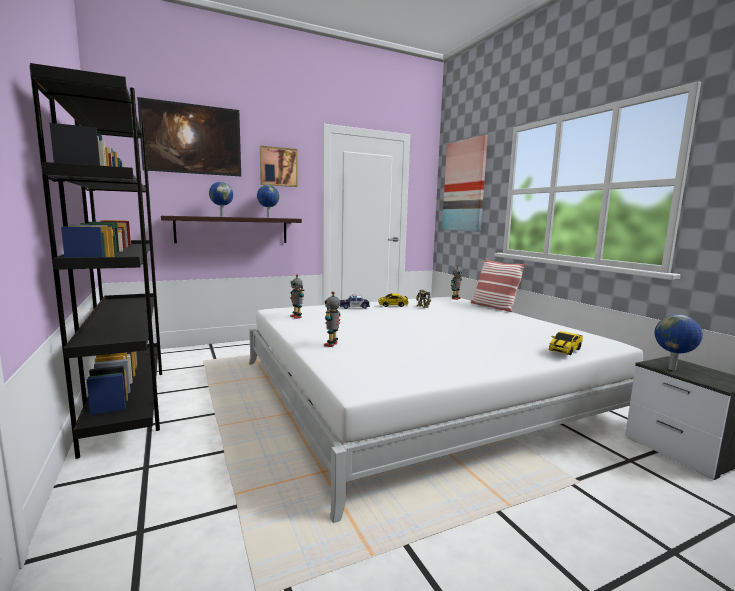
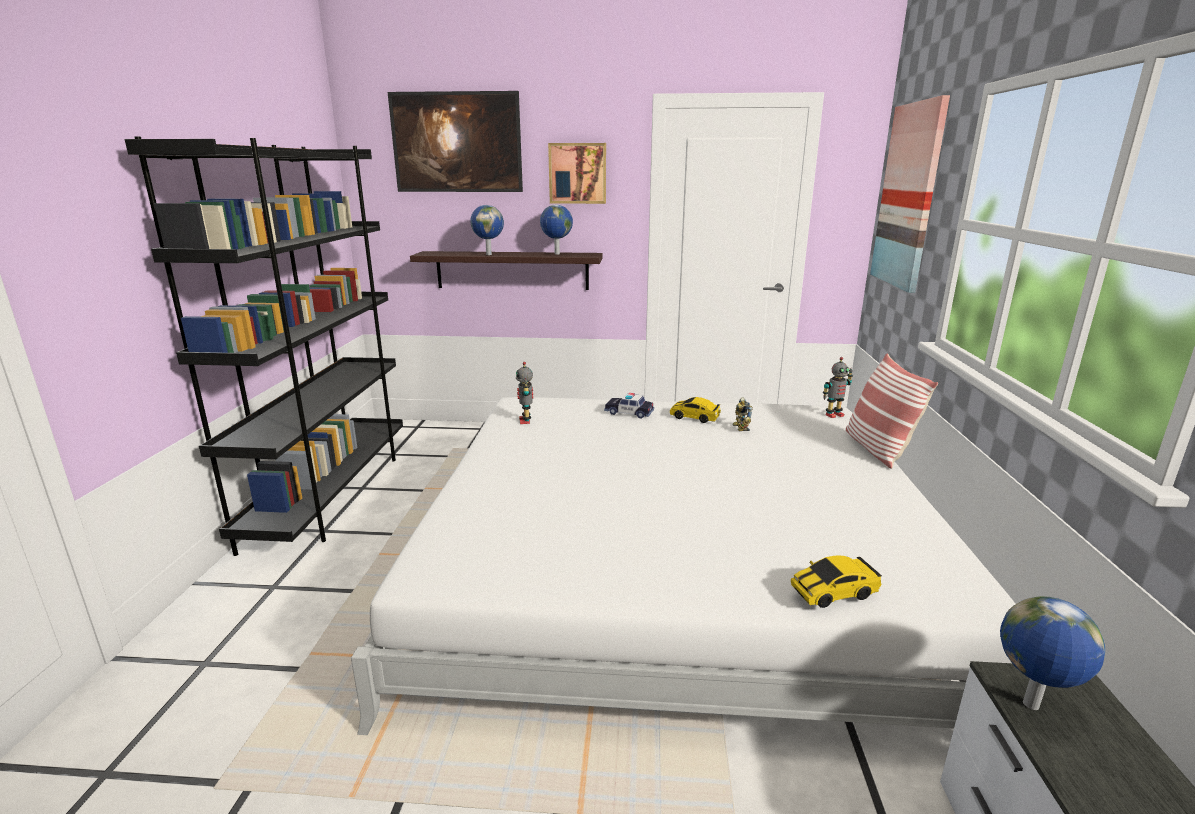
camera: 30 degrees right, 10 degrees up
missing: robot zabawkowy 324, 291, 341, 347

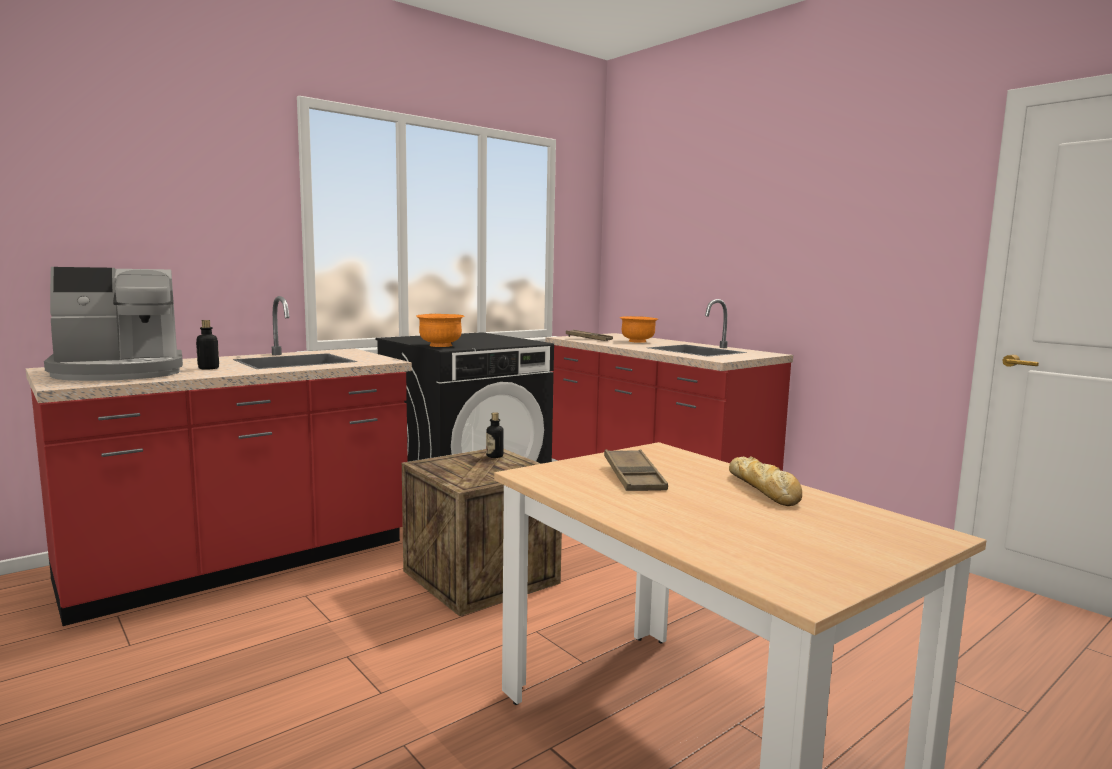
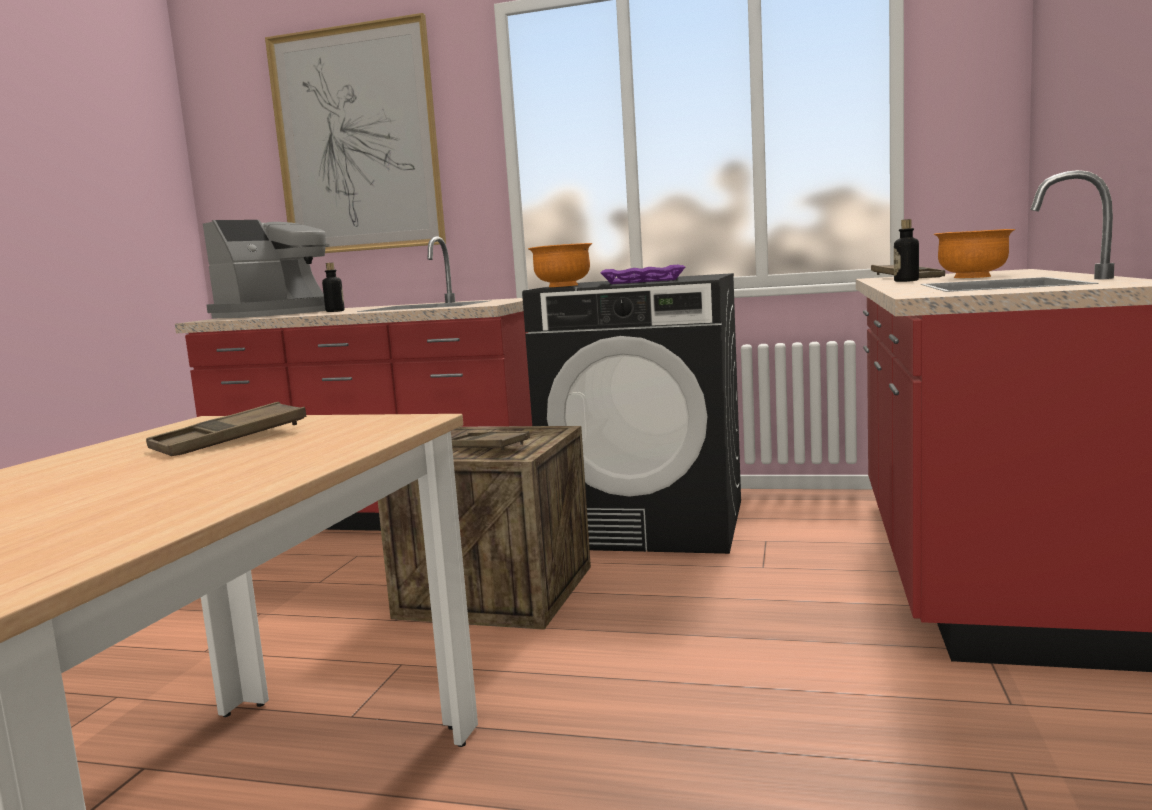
camera: 55 degrees right, 0 degrees up
missing: chleb 729, 457, 802, 506
appeared: obraz 265, 13, 446, 253; taca/brązowy 451, 431, 530, 450; taca/fioletowy 600, 265, 685, 284
relocated: butelka 486, 412, 504, 458 to 894, 219, 919, 282
spun: ekspres do kawy 44, 267, 183, 381 = 203, 220, 329, 318 75 degrees counterclockwise

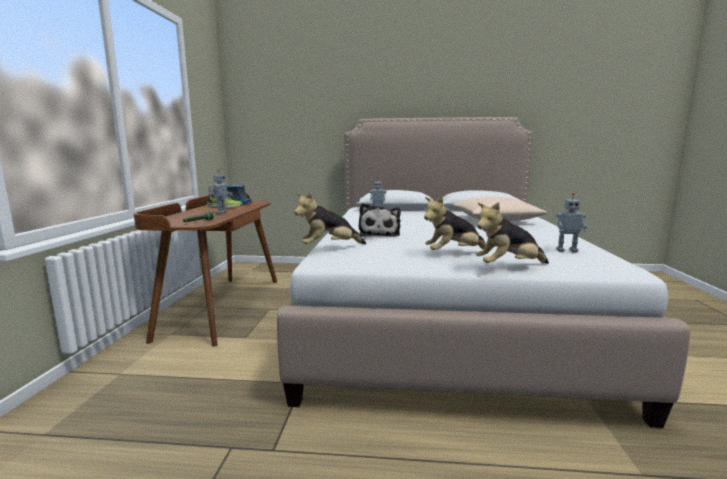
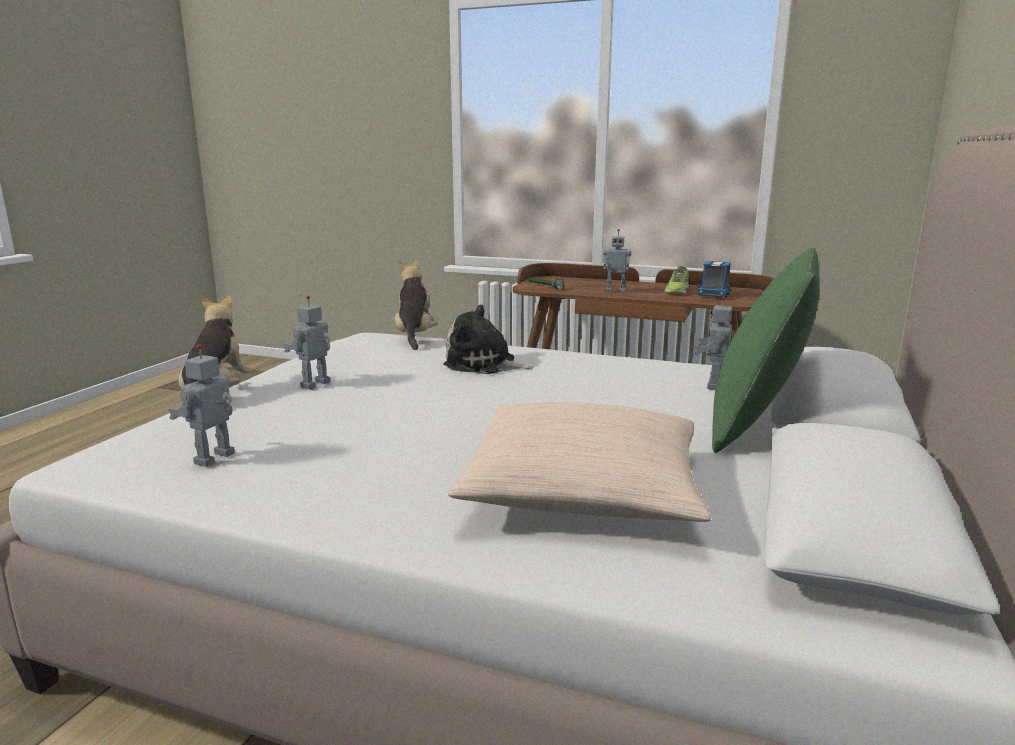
camera: 105 degrees right, 5 degrees up
appeared: poduszka/zielony 712, 248, 819, 453
exchanged: pluszak 424, 197, 486, 250 to robot zabawkowy 284, 296, 330, 389

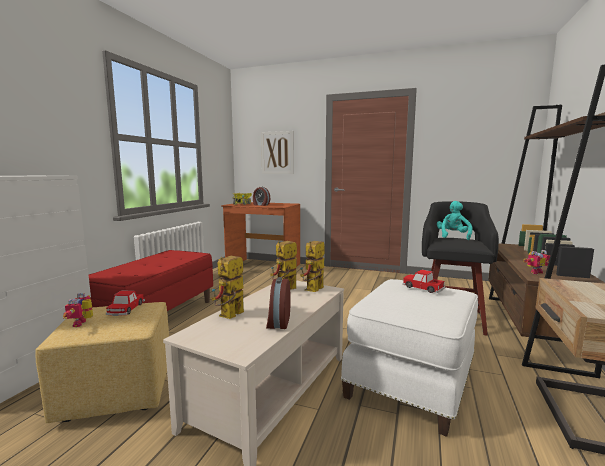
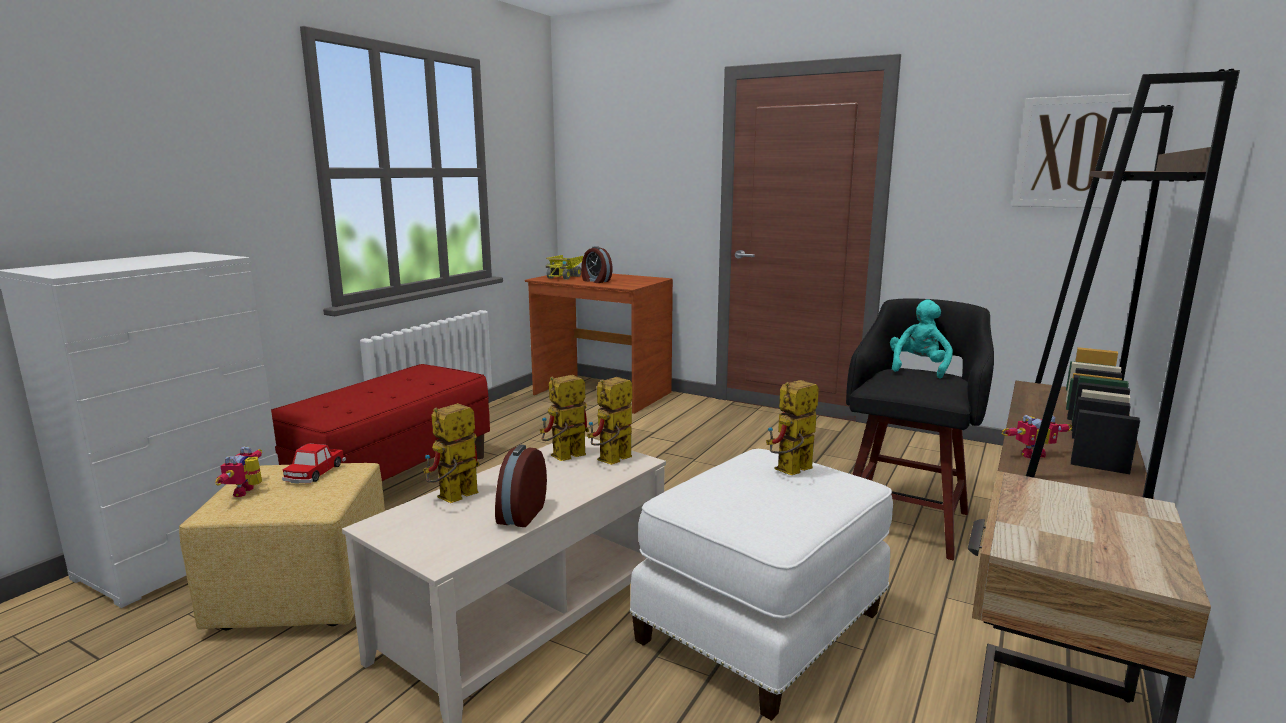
camera: 10 degrees right, 5 degrees up
relocated: obraz 261, 131, 294, 174 to 1012, 94, 1131, 208
exchanged: samochodzik 403, 270, 445, 293 to robot zabawkowy 766, 380, 819, 475

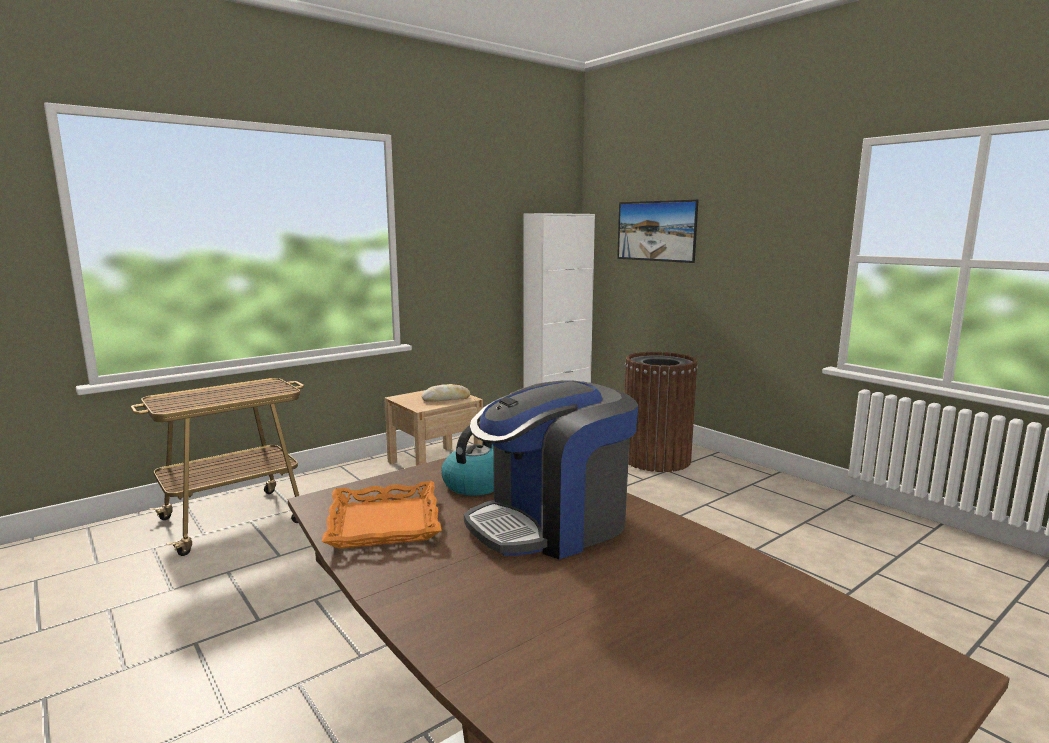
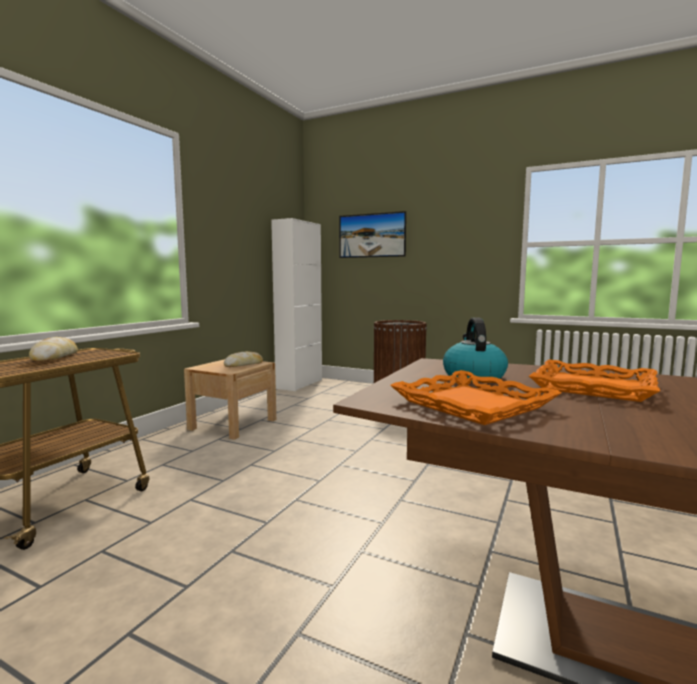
camera: 25 degrees left, 5 degrees down
appeared: chleb 29, 337, 78, 361
exchanged: ekspres do kawy 464, 380, 638, 559 to taca/pomarańczowy 529, 360, 660, 402

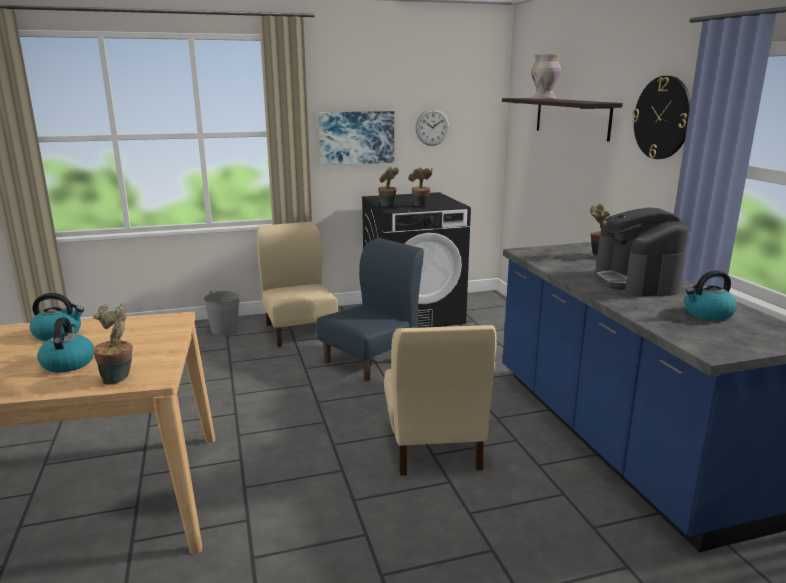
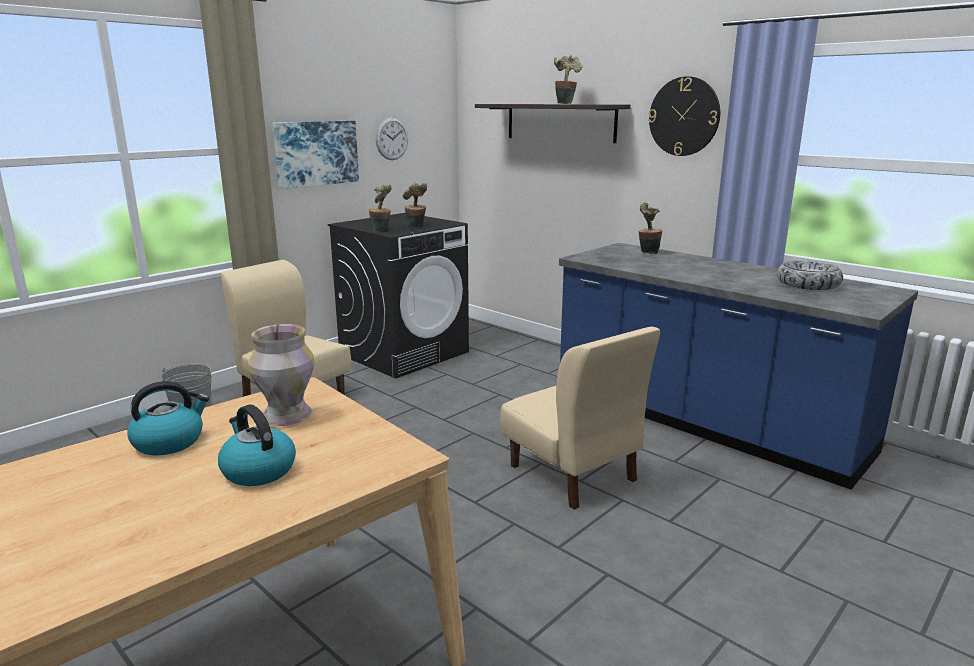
camera: 30 degrees left, 0 degrees up
missing: krzesło/niebieski 317, 238, 424, 381; ekspres do kawy 594, 208, 688, 297
relocated: roślina doniczkowa 93, 303, 133, 385 to 554, 55, 582, 104; wazon 531, 54, 561, 99 to 248, 324, 315, 426
exchanged: czajnik 684, 270, 737, 321 to miska 777, 260, 843, 290

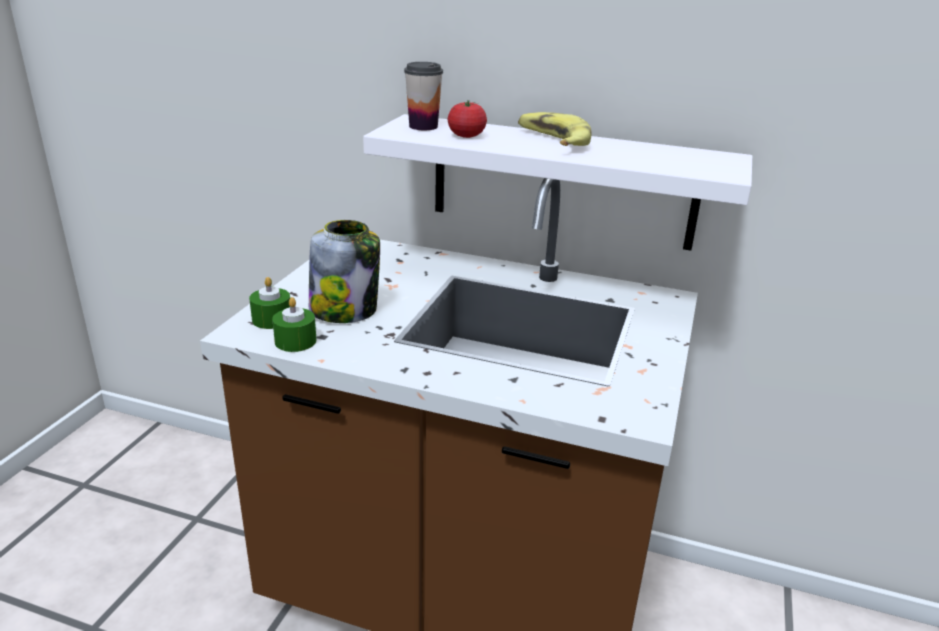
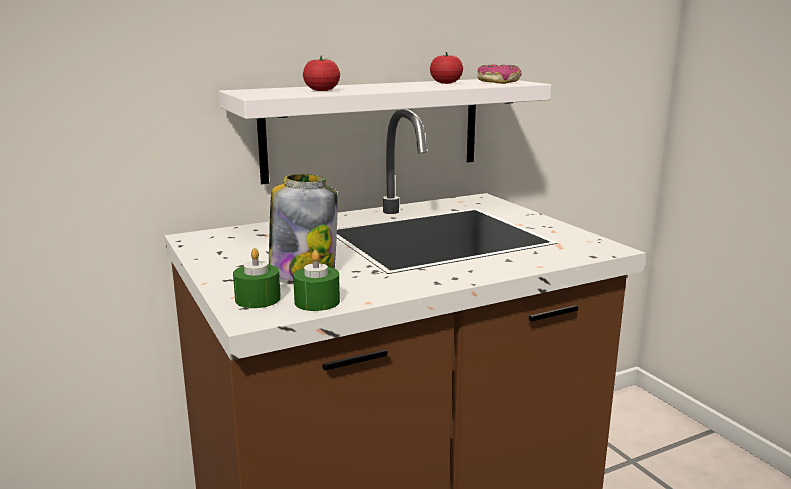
camera: 45 degrees left, 10 degrees down
missing: filiżanka 404, 62, 443, 130; banan 518, 112, 592, 146
appeared: pomidor 430, 52, 463, 84; donut 477, 65, 521, 84

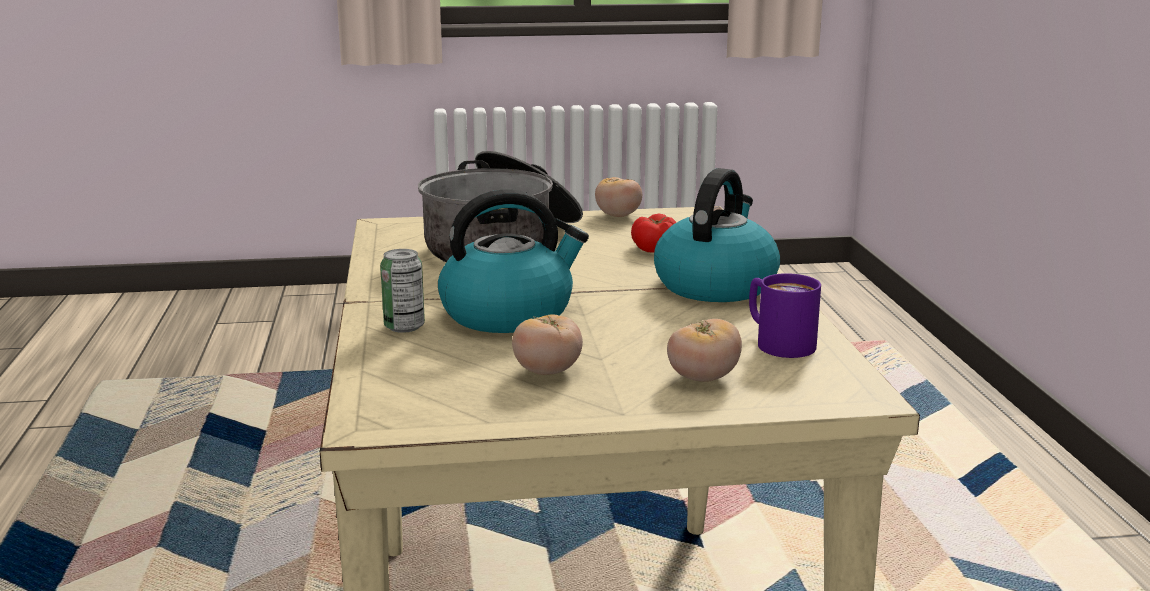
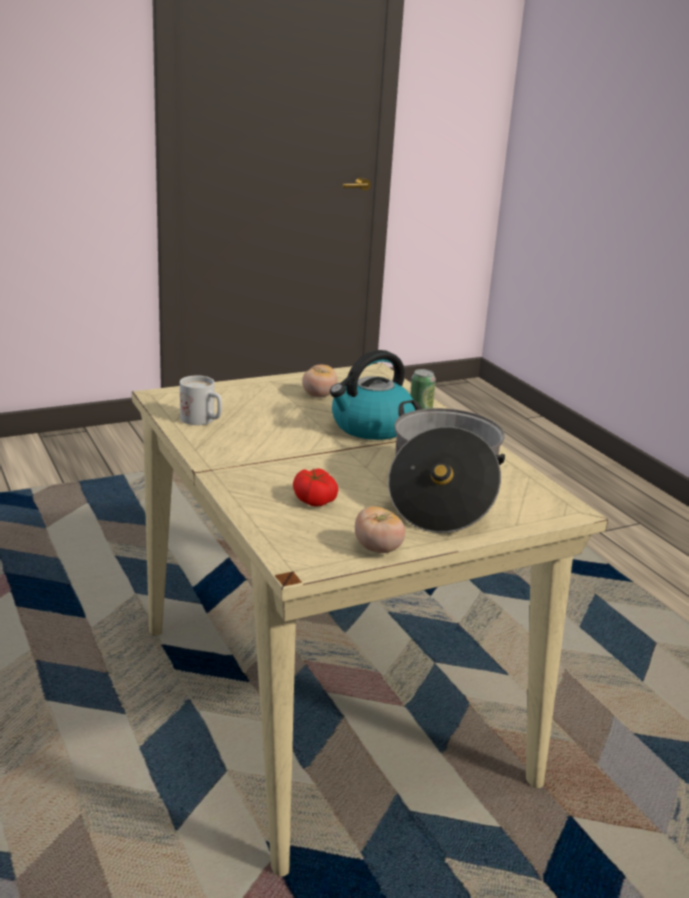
camera: 160 degrees right, 5 degrees up
missing: czajnik 654, 168, 780, 302; pomidor 667, 319, 742, 382
colour: kubek/fioletowy 749, 273, 821, 358 to kubek/biały 180, 376, 222, 425

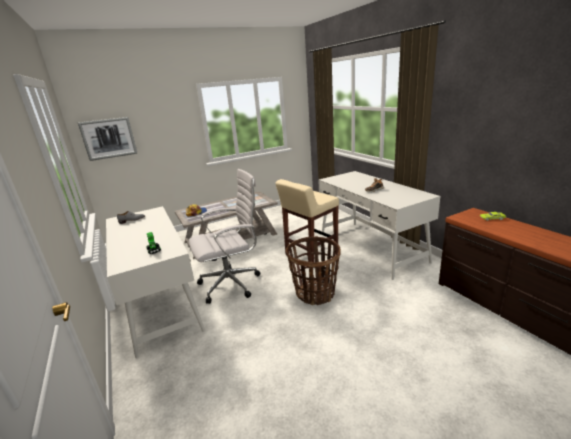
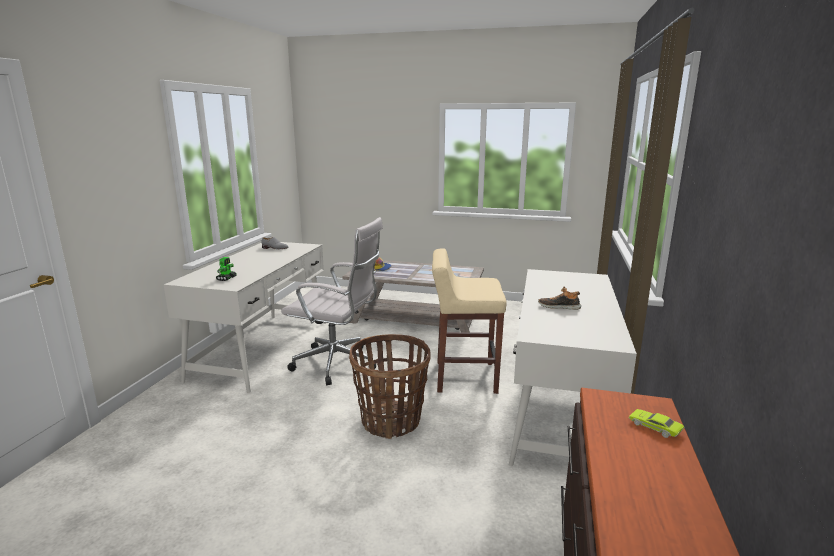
camera: 40 degrees right, 5 degrees down
missing: obraz 78, 117, 138, 161

